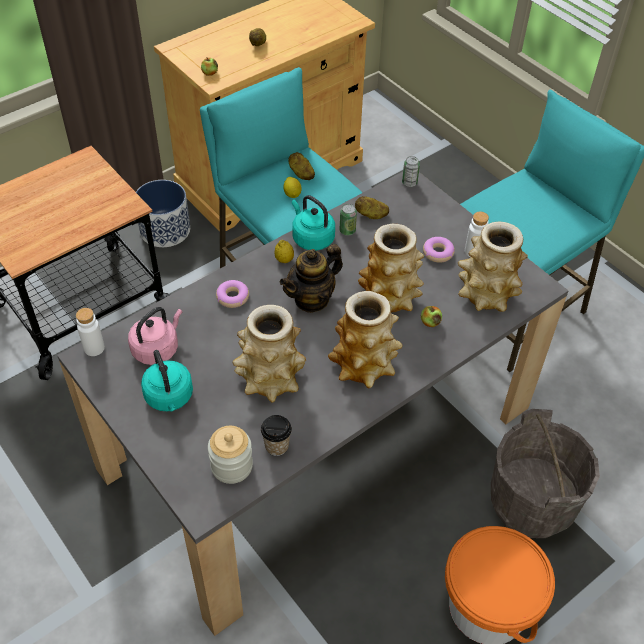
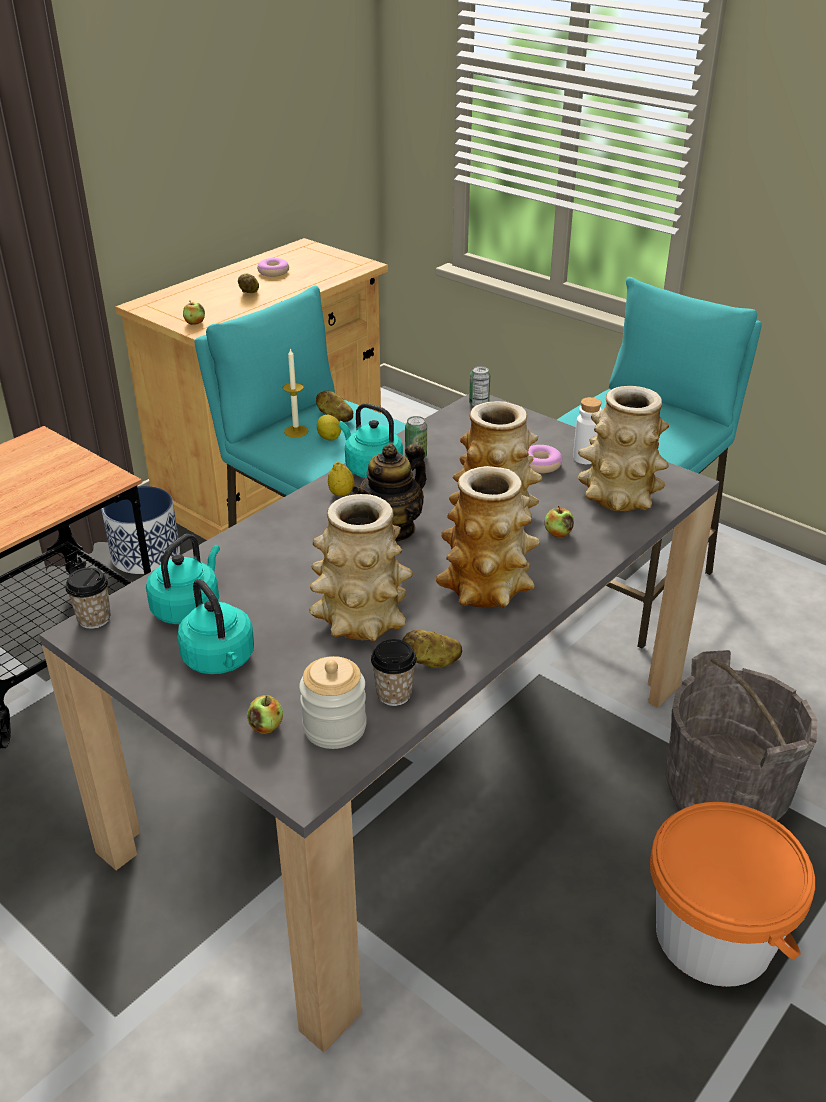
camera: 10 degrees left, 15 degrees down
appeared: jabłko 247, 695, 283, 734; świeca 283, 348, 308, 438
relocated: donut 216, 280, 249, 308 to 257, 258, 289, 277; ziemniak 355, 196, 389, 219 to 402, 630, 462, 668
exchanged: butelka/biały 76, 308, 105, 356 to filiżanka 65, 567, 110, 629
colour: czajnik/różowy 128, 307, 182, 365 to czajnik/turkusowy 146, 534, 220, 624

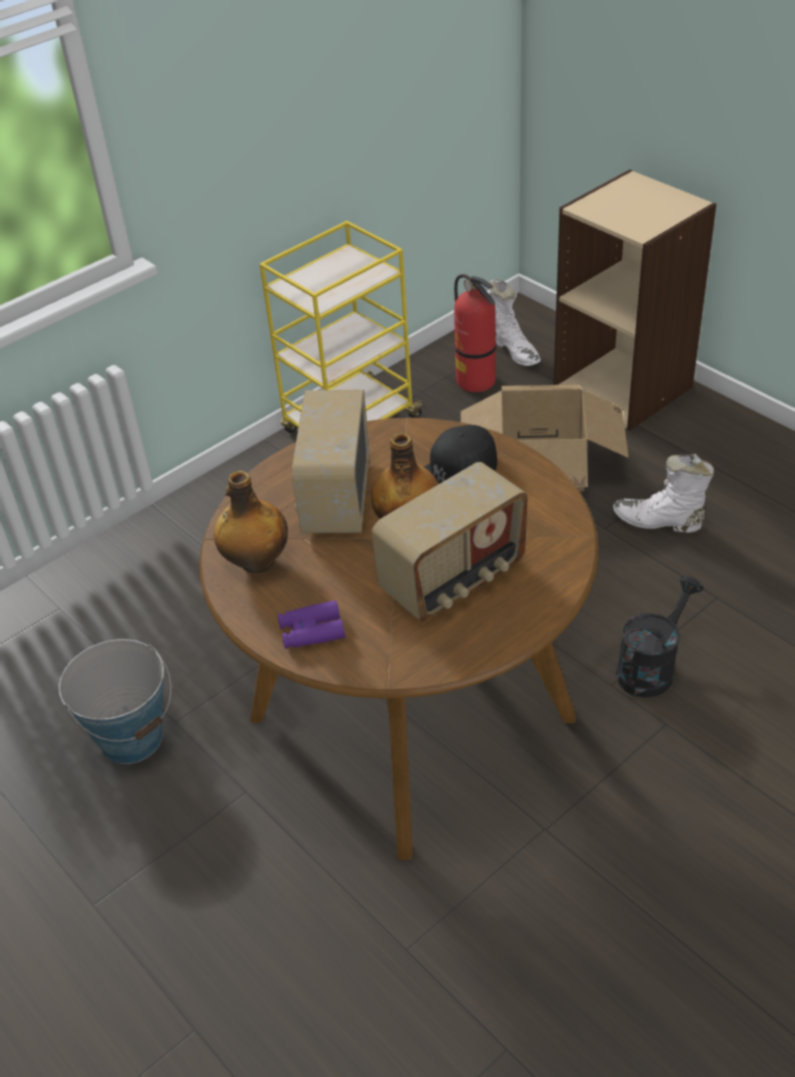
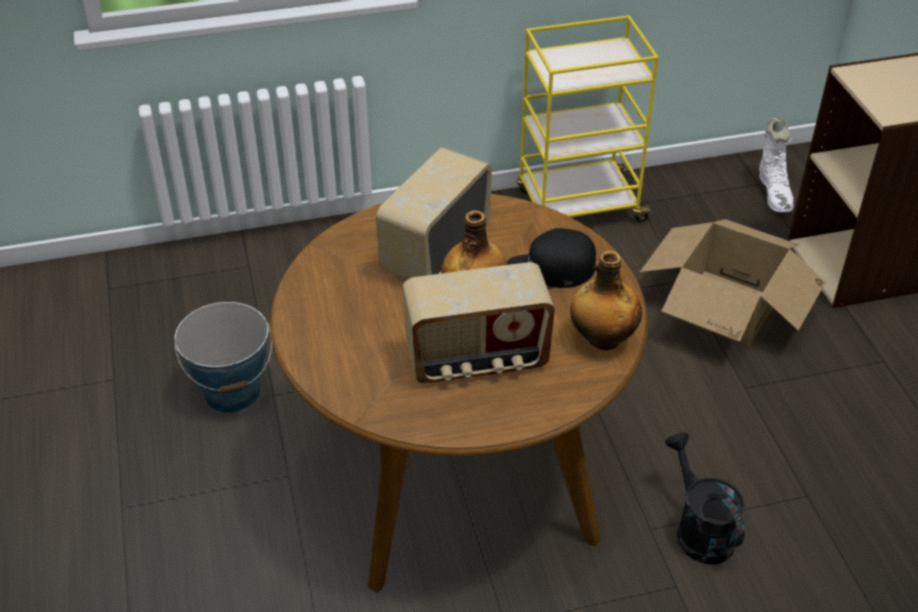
camera: 25 degrees right, 0 degrees up
missing: lornetka/fioletowy 278, 600, 345, 649; gaśnica 454, 274, 496, 392; but z cholewką/biały 613, 454, 714, 533
relocated: butelka 214, 471, 288, 573 to 570, 251, 642, 350
spun: konewka/czarny 616, 576, 703, 698 = 665, 432, 745, 564 90 degrees counterclockwise

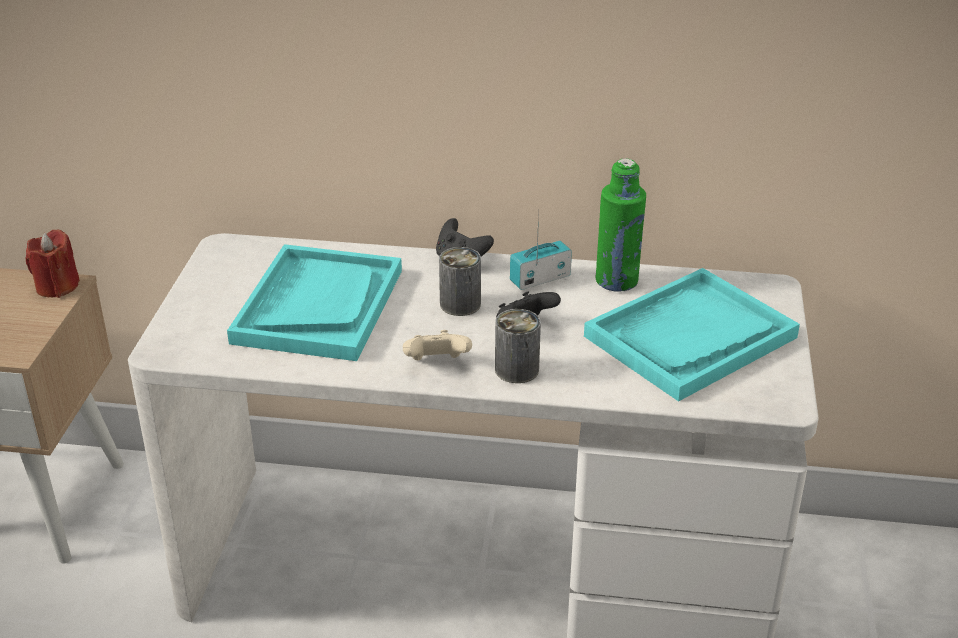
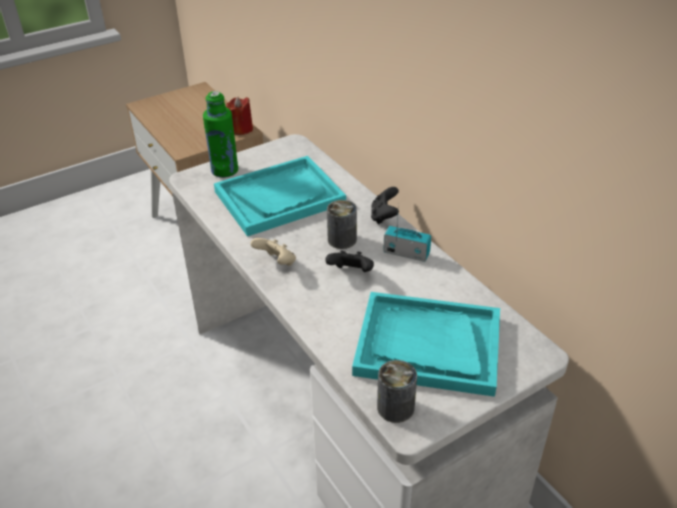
camera: 50 degrees right, 5 degrees up
relocated: puszka 495, 309, 541, 383 to 377, 360, 417, 423; butelka/zielony 596, 159, 646, 292 to 203, 91, 238, 178

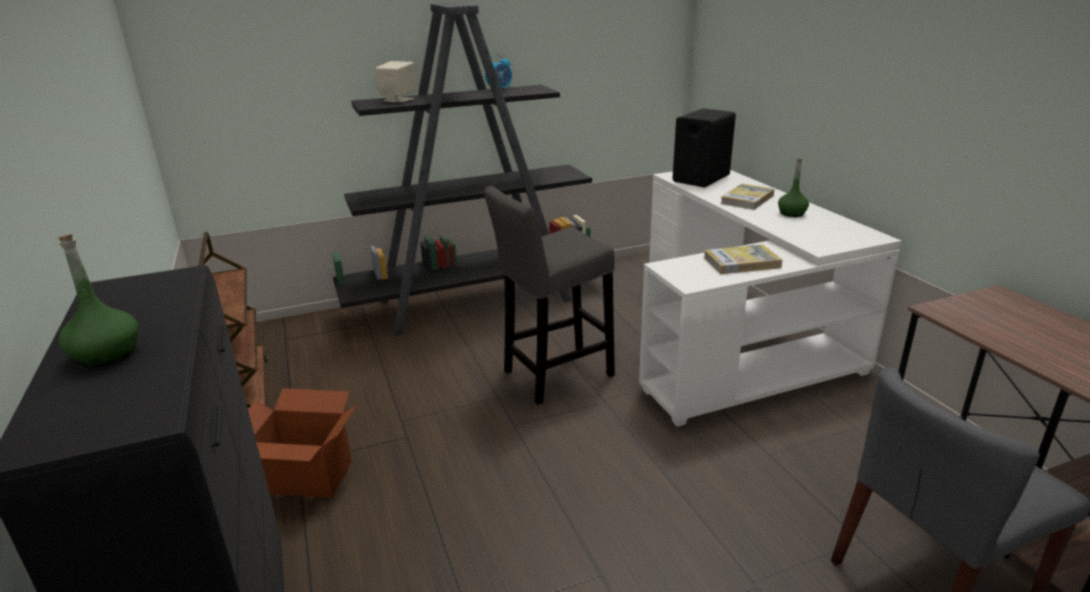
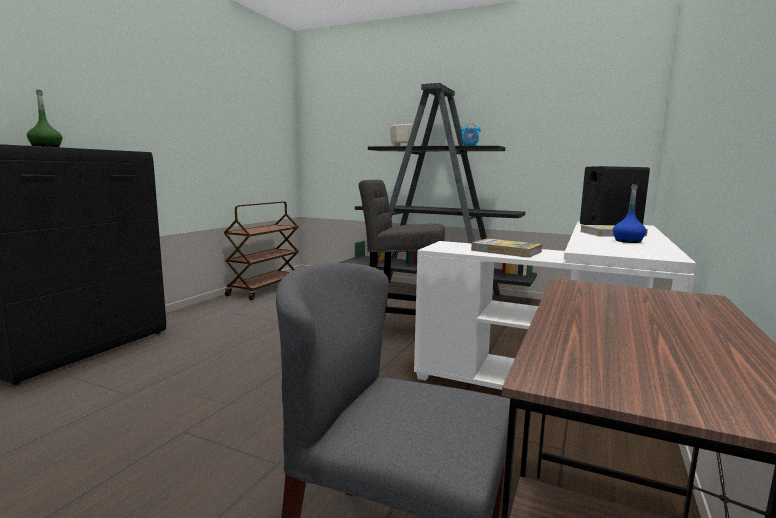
camera: 45 degrees right, 15 degrees down
missing: karton 248, 388, 357, 498
colour: butelka/zielony 778, 159, 809, 217 to butelka/niebieski 613, 184, 646, 243

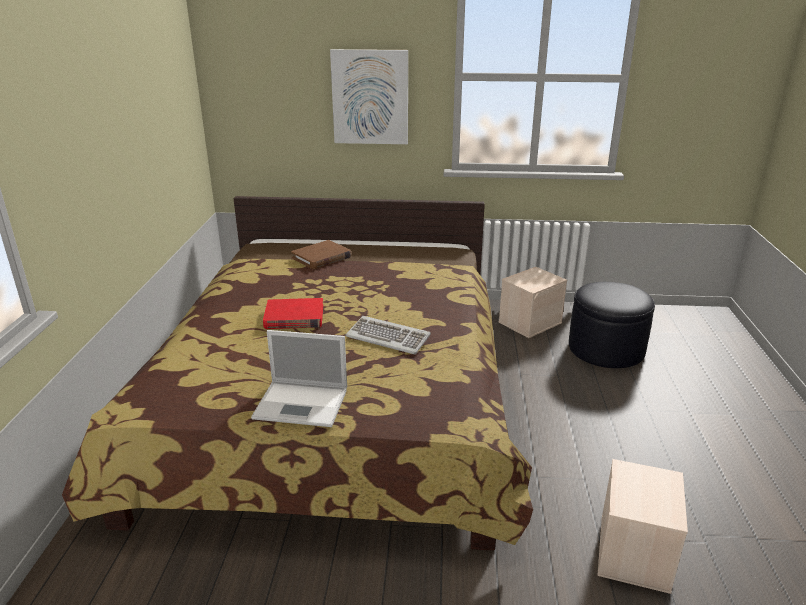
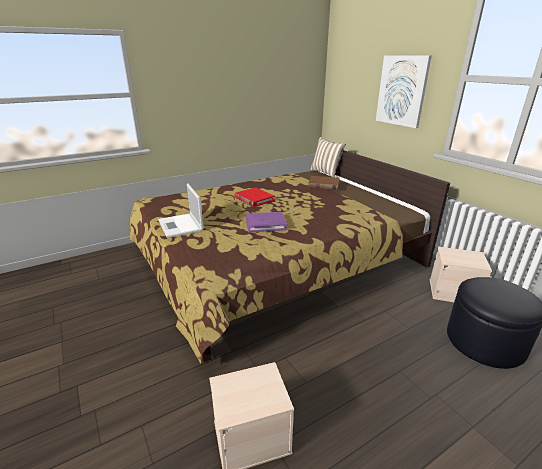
camera: 55 degrees right, 0 degrees up
appeared: poduszka 310, 137, 346, 177
exchanged: klawiatura 345, 316, 431, 354 to książka/fioletowy 246, 212, 287, 233

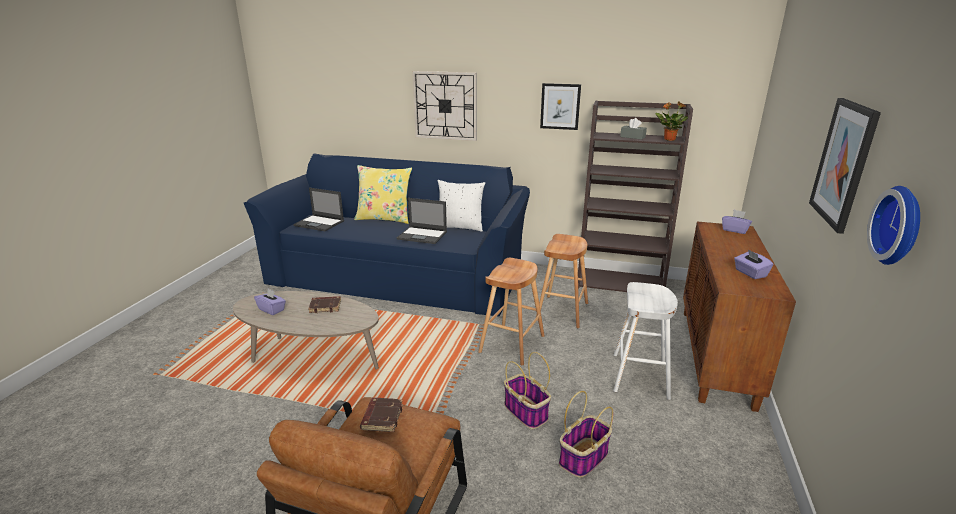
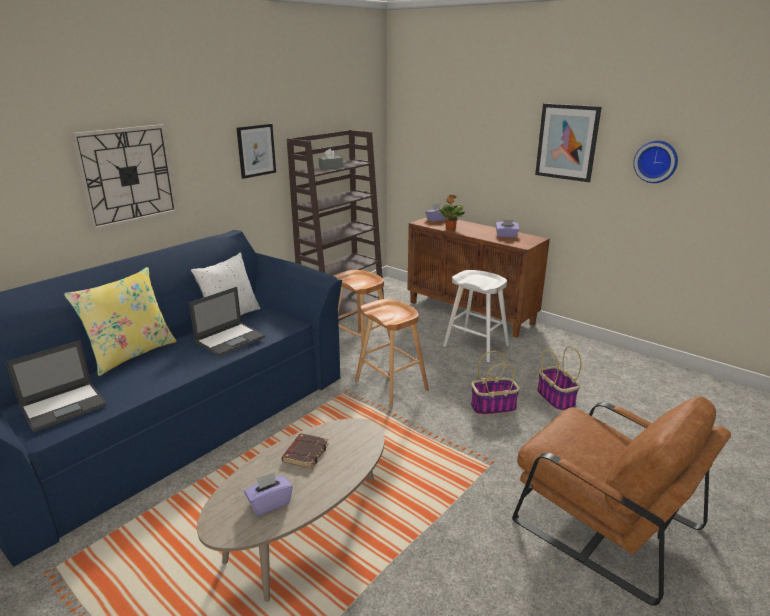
camera: 65 degrees left, 0 degrees up
missing: książka/brązowy 360, 398, 403, 432
relocated: roślina doniczkowa 656, 102, 688, 141 to 437, 195, 465, 230

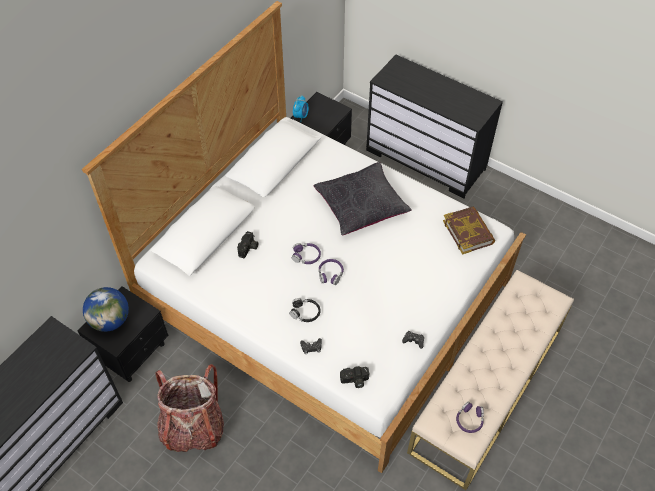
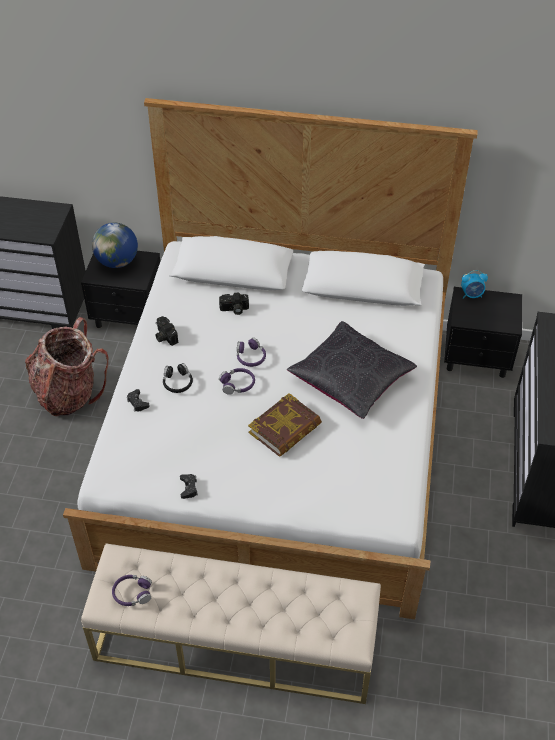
camera: 65 degrees right, 5 degrees down
relocated: aparat fotograficzny 340, 366, 369, 388 to 155, 316, 178, 346; książka 443, 206, 495, 255 to 248, 393, 322, 457

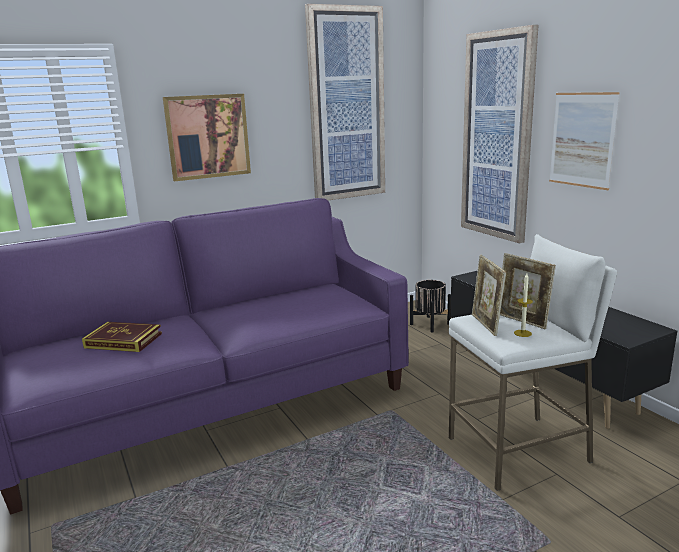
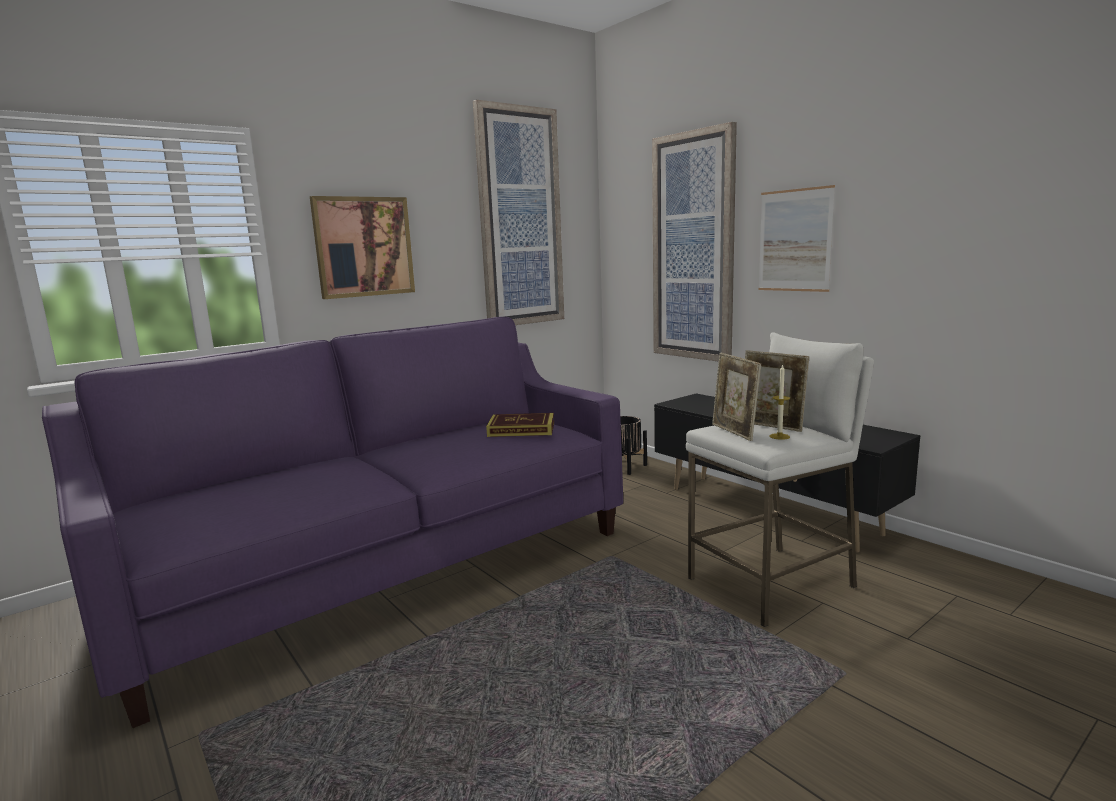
camera: 10 degrees left, 5 degrees down
relocated: książka 82, 322, 162, 352 to 486, 413, 554, 437

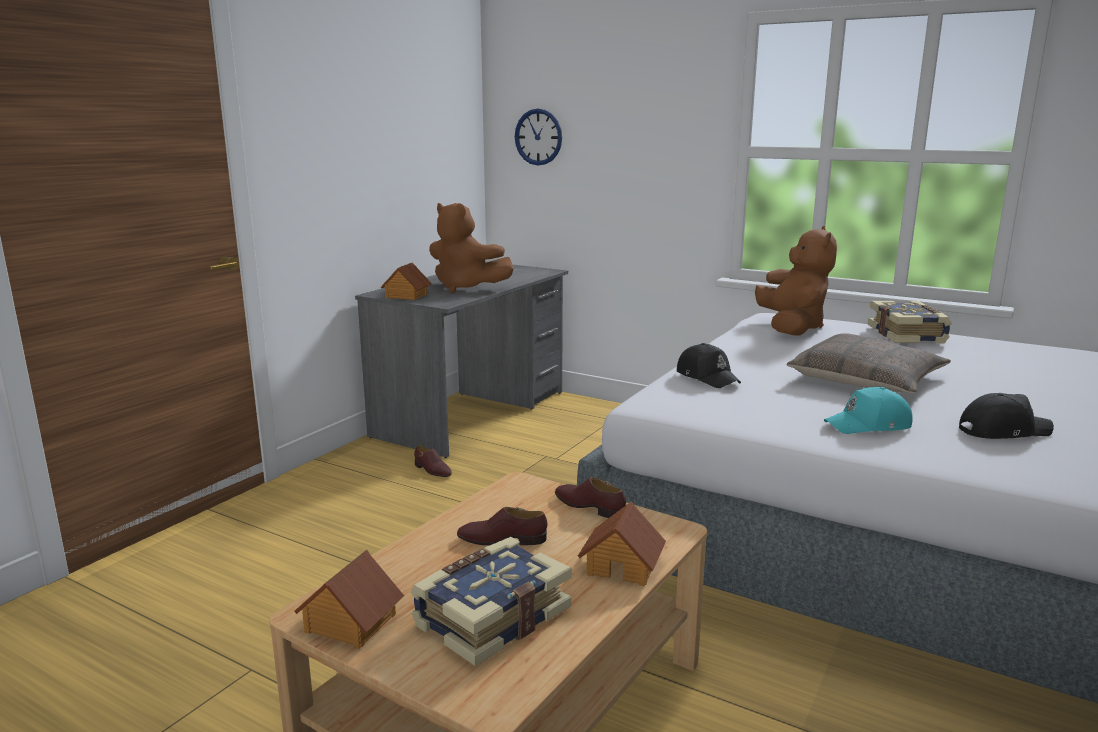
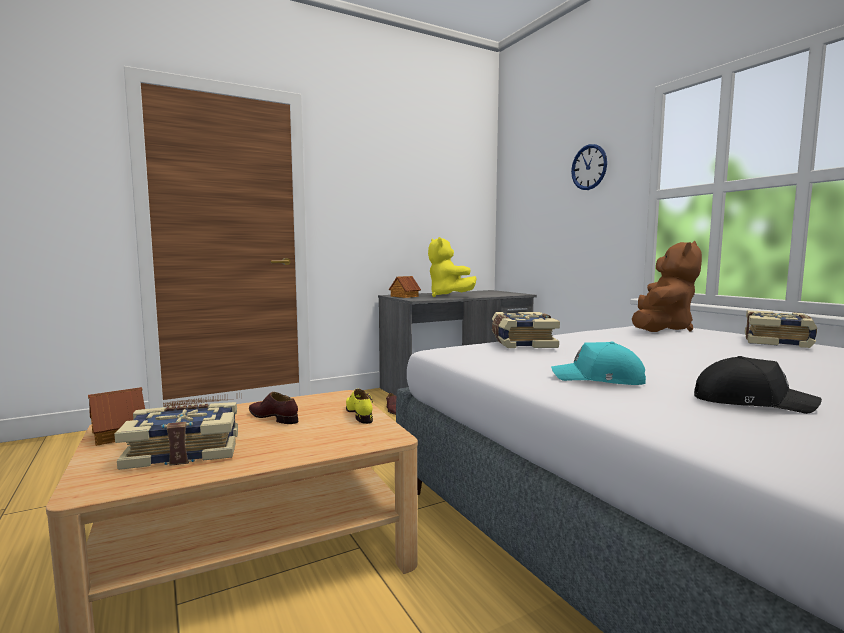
camera: 30 degrees right, 10 degrees down
missing: domek 578, 501, 666, 586; poduszka 787, 333, 951, 393
relocated: zegar ścienny 515, 109, 562, 165 to 571, 144, 607, 190
exchanged: czapka z daszkiem/czarny 677, 343, 741, 388 to książka 492, 312, 560, 348
colour: pluszak/brązowy 429, 203, 513, 293 to pluszak/żółty 428, 237, 476, 297; but/brązowy 555, 477, 626, 518 to but/żółty 346, 389, 373, 424

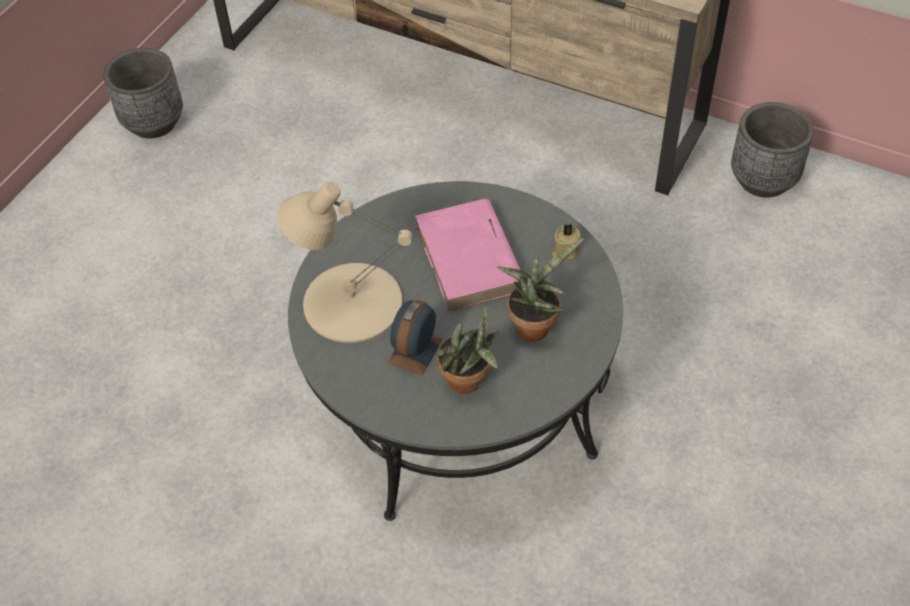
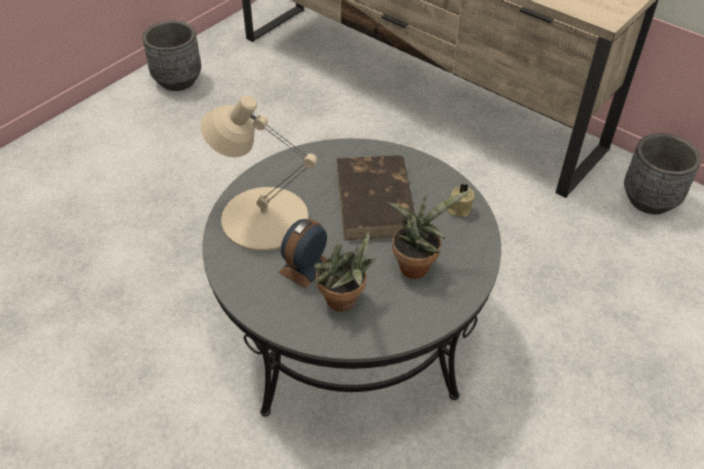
camera: 10 degrees right, 5 degrees down
colour: książka/różowy 415, 199, 520, 312 to książka/brązowy 337, 155, 414, 240

